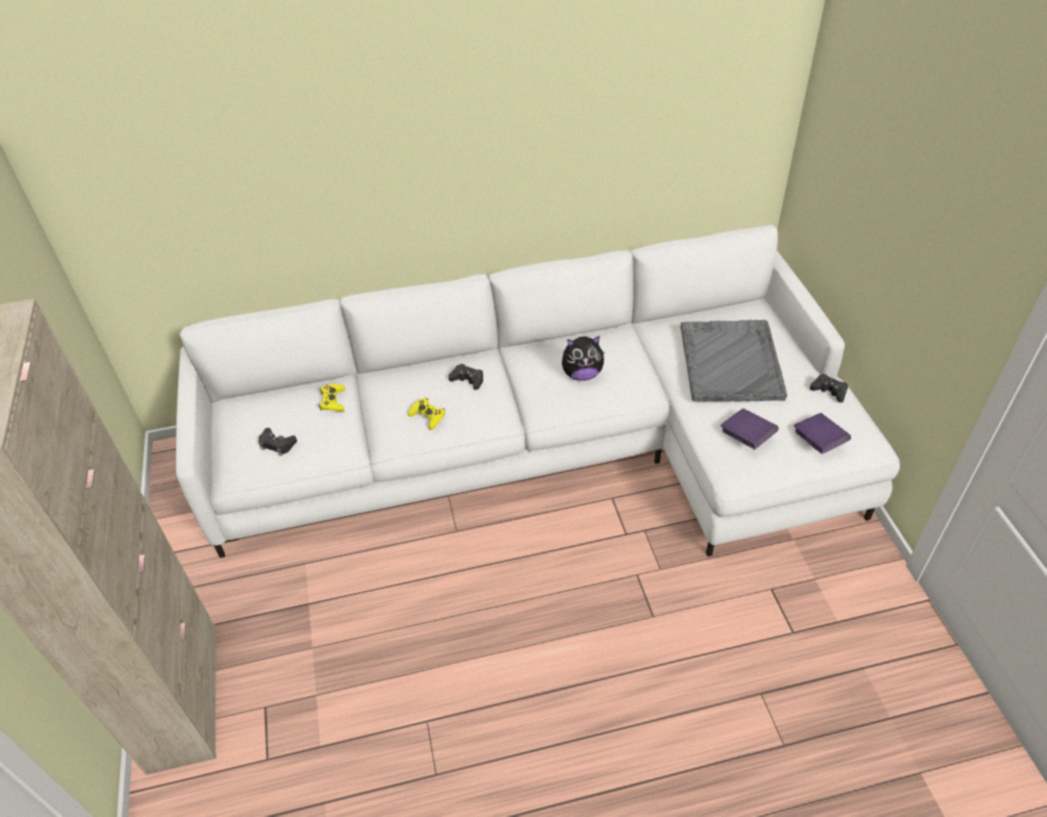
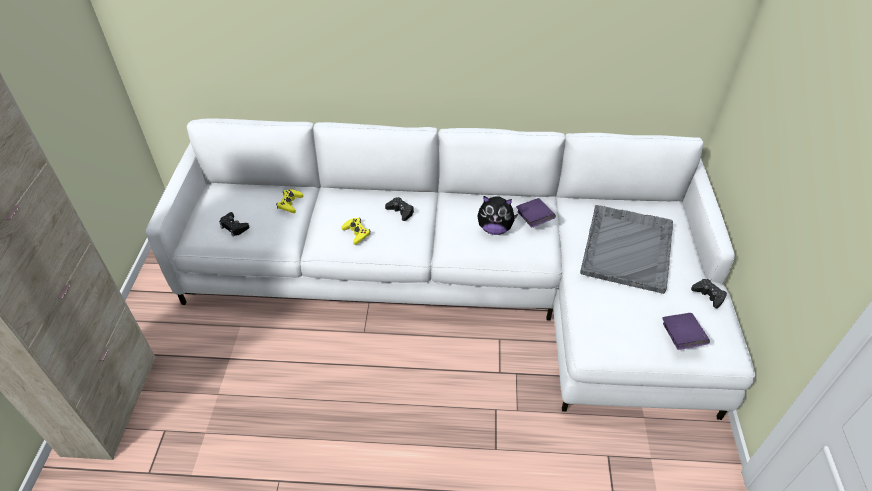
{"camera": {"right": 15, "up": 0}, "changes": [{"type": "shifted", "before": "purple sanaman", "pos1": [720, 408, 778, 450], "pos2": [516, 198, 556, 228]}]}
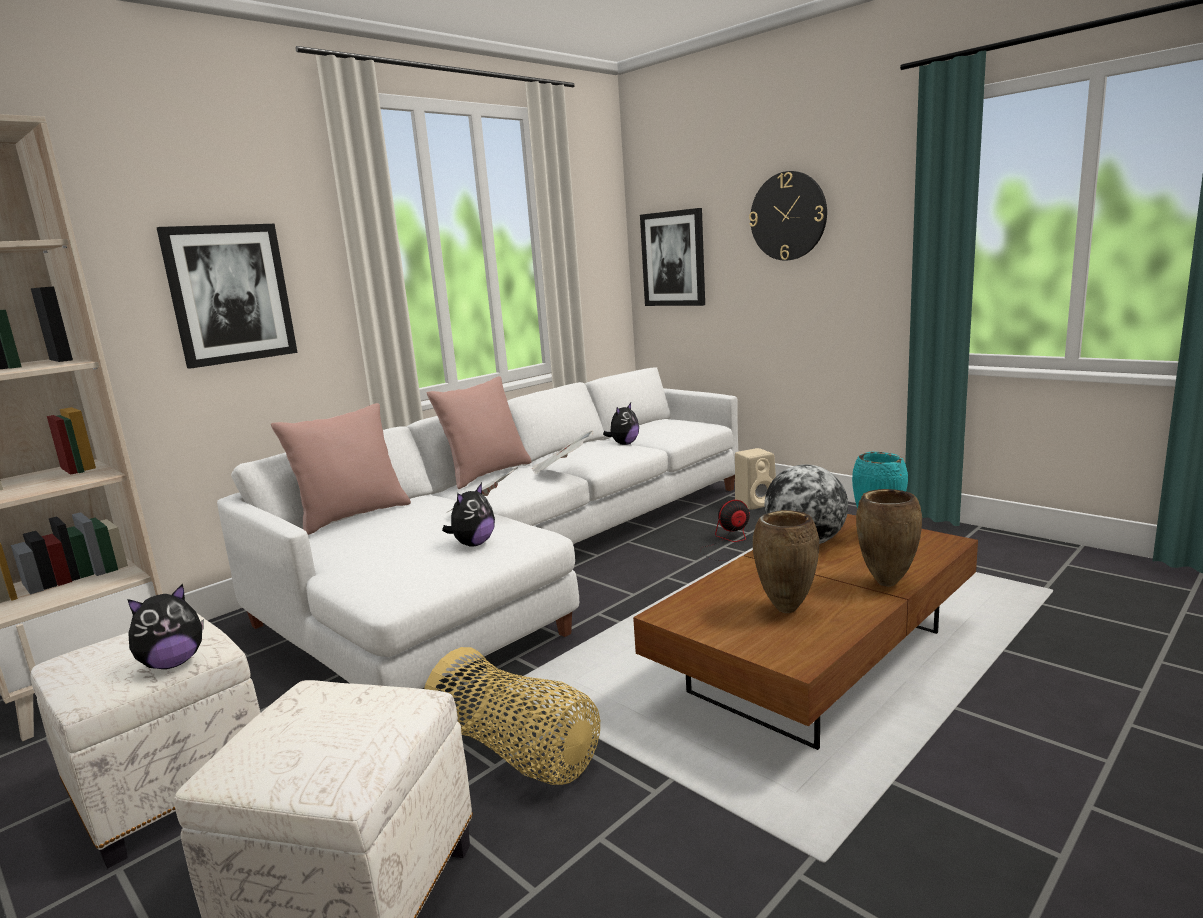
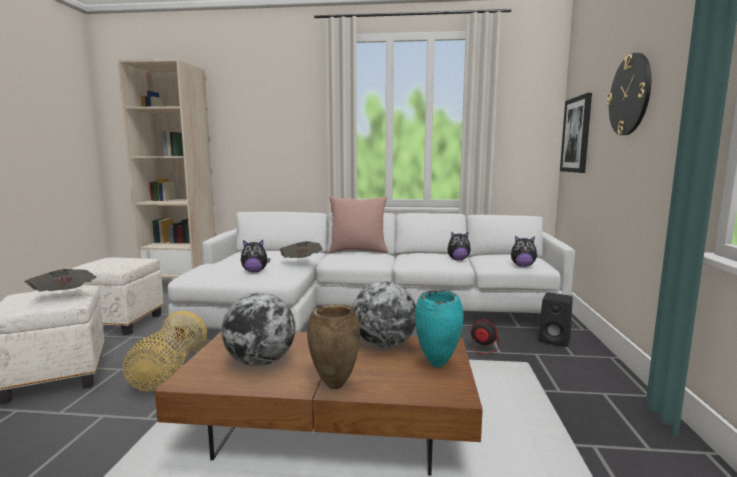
{"camera": {"right": 50, "up": -5}, "changes": [{"type": "gone", "before": "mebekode", "pos1": [157, 224, 298, 369]}, {"type": "gone", "before": "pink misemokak", "pos1": [271, 403, 411, 535]}, {"type": "shifted", "before": "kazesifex", "pos1": [532, 431, 594, 473], "pos2": [24, 269, 96, 292]}, {"type": "repainted", "before": "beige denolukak", "after": "black denolukak", "pos1": [735, 448, 776, 510], "pos2": [538, 293, 573, 347]}, {"type": "swapped", "before": "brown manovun", "after": "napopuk", "pos1": [753, 510, 819, 613], "pos2": [222, 293, 295, 366]}, {"type": "shifted", "before": "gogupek", "pos1": [127, 583, 204, 669], "pos2": [511, 236, 538, 267]}]}
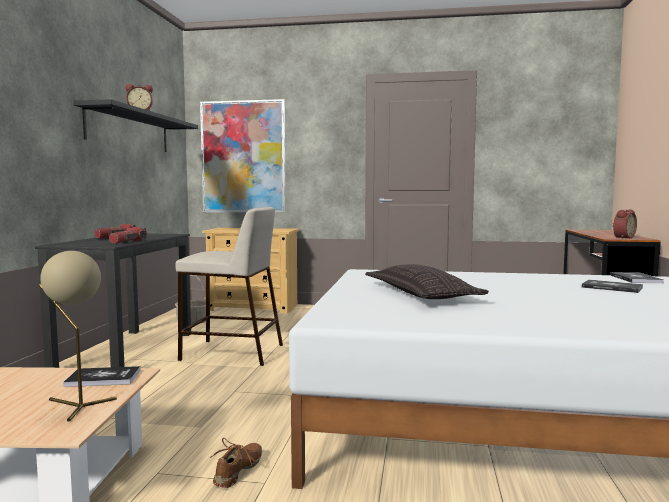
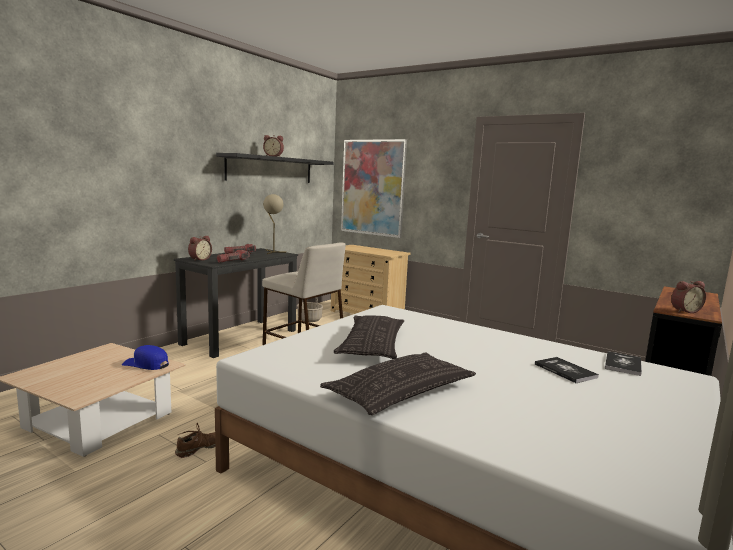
{"camera": {"right": 25, "up": 5}, "changes": [{"type": "shifted", "before": "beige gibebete", "pos1": [39, 251, 117, 422], "pos2": [263, 194, 286, 254]}, {"type": "swapped", "before": "sanaman", "after": "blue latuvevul", "pos1": [63, 366, 140, 387], "pos2": [122, 345, 169, 370]}, {"type": "new", "after": "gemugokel", "pos2": [188, 236, 212, 261]}, {"type": "new", "after": "misemokak", "pos2": [320, 352, 476, 415]}]}
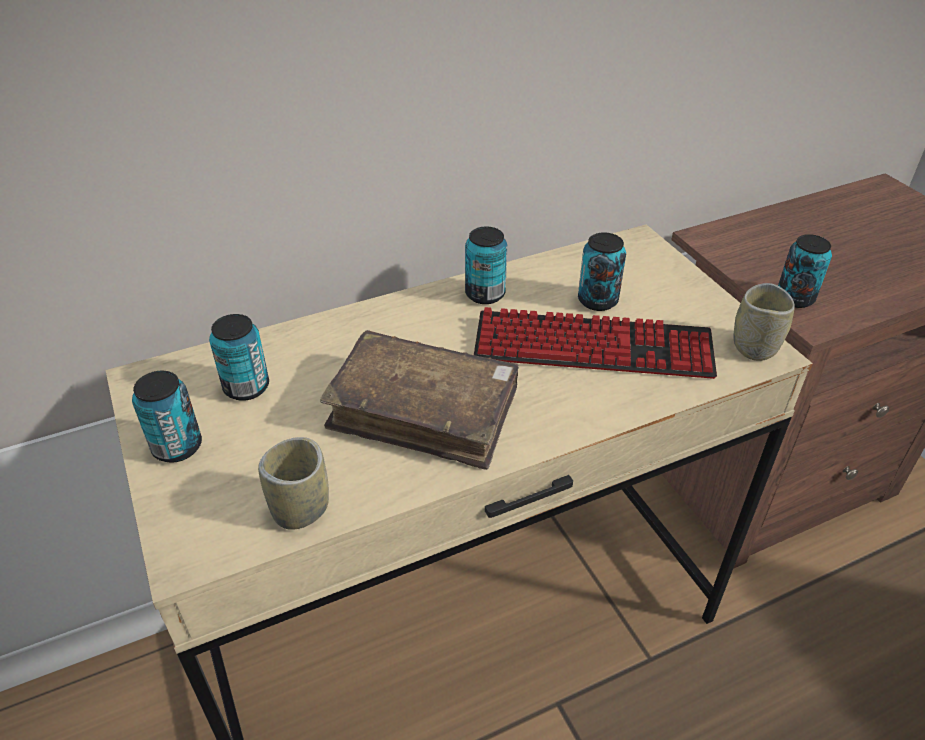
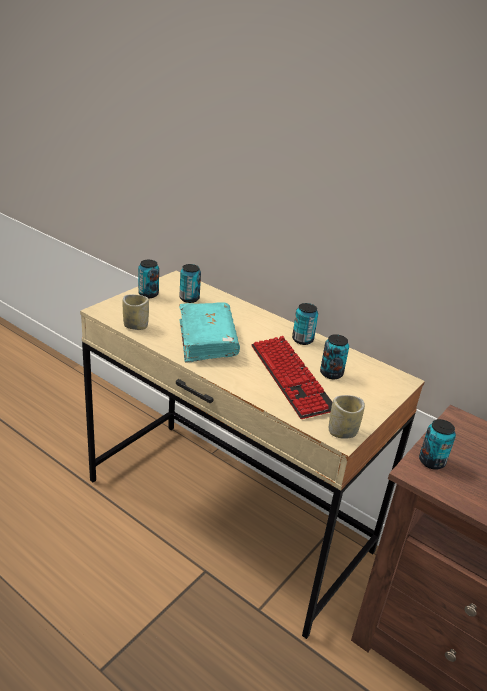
{"camera": {"right": 60, "up": -10}, "changes": [{"type": "repainted", "before": "brown sanaman", "after": "turquoise sanaman", "pos1": [320, 330, 519, 470], "pos2": [179, 302, 240, 363]}]}
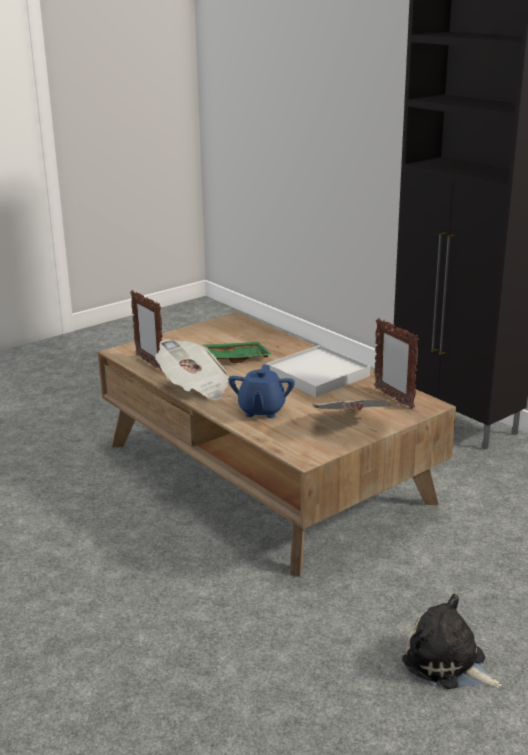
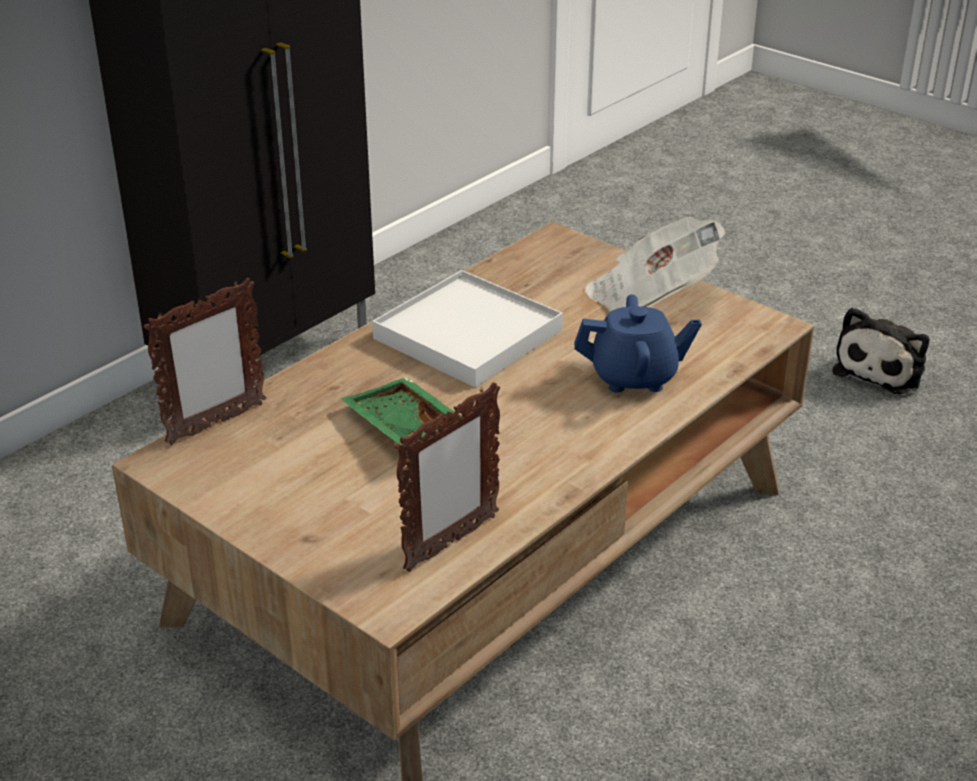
{"camera": {"right": -100, "up": 10}, "changes": [{"type": "shifted", "before": "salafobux", "pos1": [374, 318, 419, 409], "pos2": [144, 278, 266, 445]}, {"type": "gone", "before": "kazesifex", "pos1": [155, 339, 229, 400]}]}
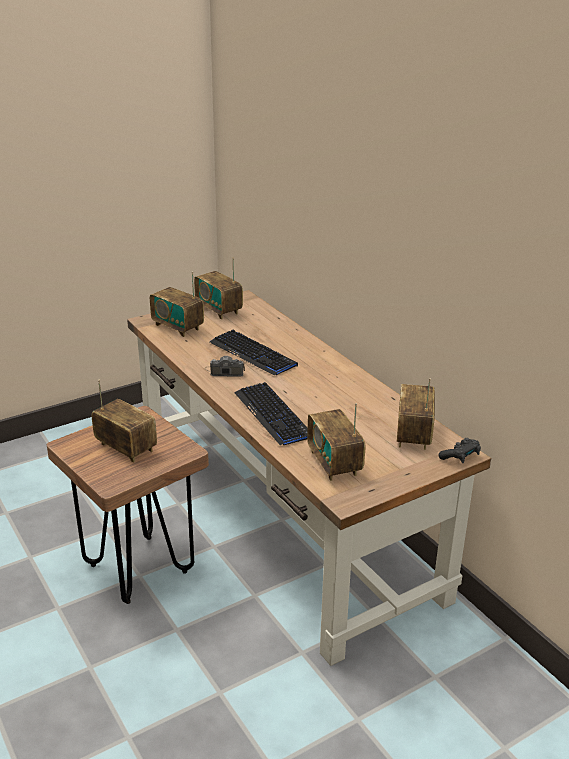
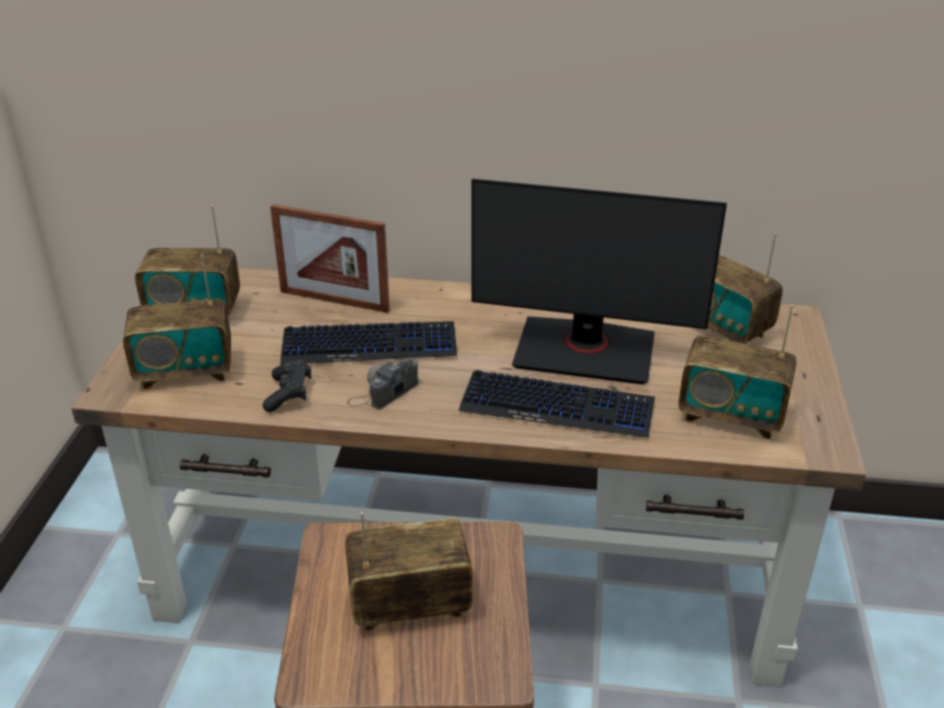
{"camera": {"right": -50, "up": 5}, "changes": [{"type": "shifted", "before": "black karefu", "pos1": [439, 438, 481, 463], "pos2": [263, 360, 312, 412]}, {"type": "new", "after": "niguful", "pos2": [471, 179, 727, 384]}, {"type": "new", "after": "salafobux", "pos2": [270, 204, 390, 313]}]}
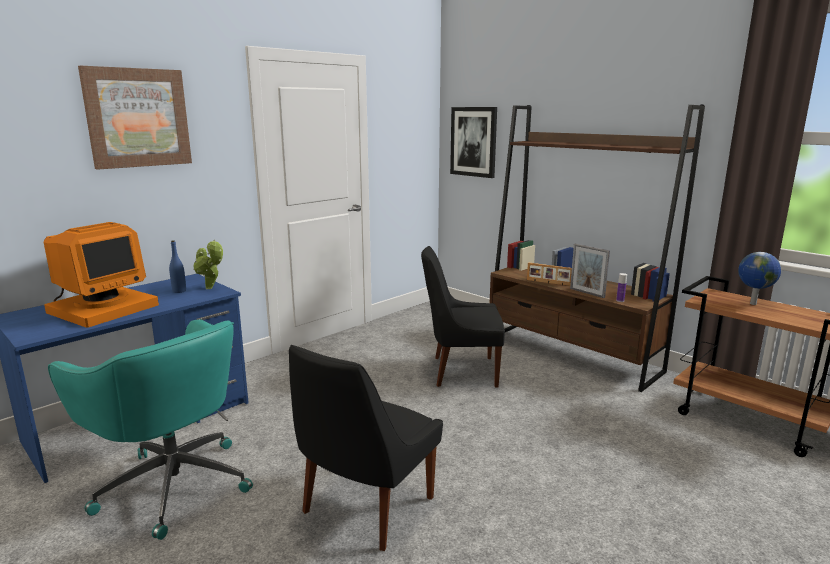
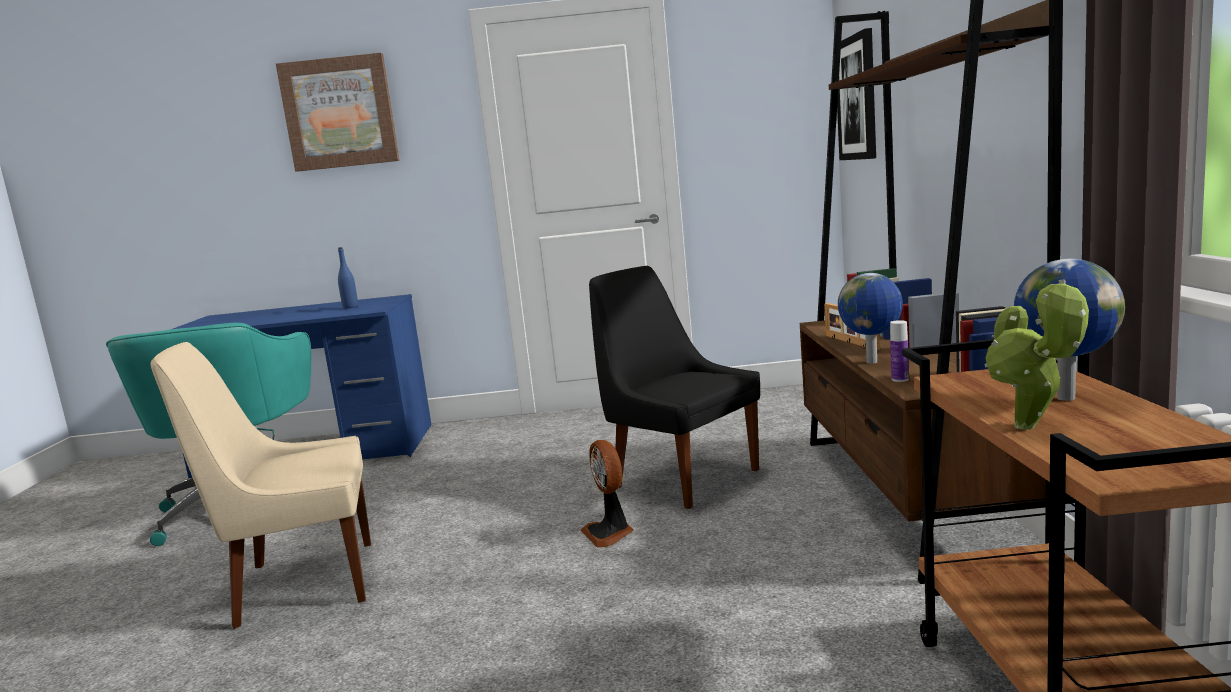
{"camera": {"right": 45, "up": -5}, "changes": [{"type": "gone", "before": "niguful", "pos1": [44, 222, 159, 328]}, {"type": "shifted", "before": "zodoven", "pos1": [194, 240, 223, 289], "pos2": [984, 279, 1089, 429]}, {"type": "swapped", "before": "salafobux", "after": "napopuk", "pos1": [570, 243, 610, 298], "pos2": [838, 273, 903, 364]}, {"type": "repainted", "before": "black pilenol", "after": "beige pilenol", "pos1": [289, 345, 443, 551], "pos2": [151, 342, 371, 629]}, {"type": "new", "after": "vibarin", "pos2": [580, 440, 634, 547]}]}
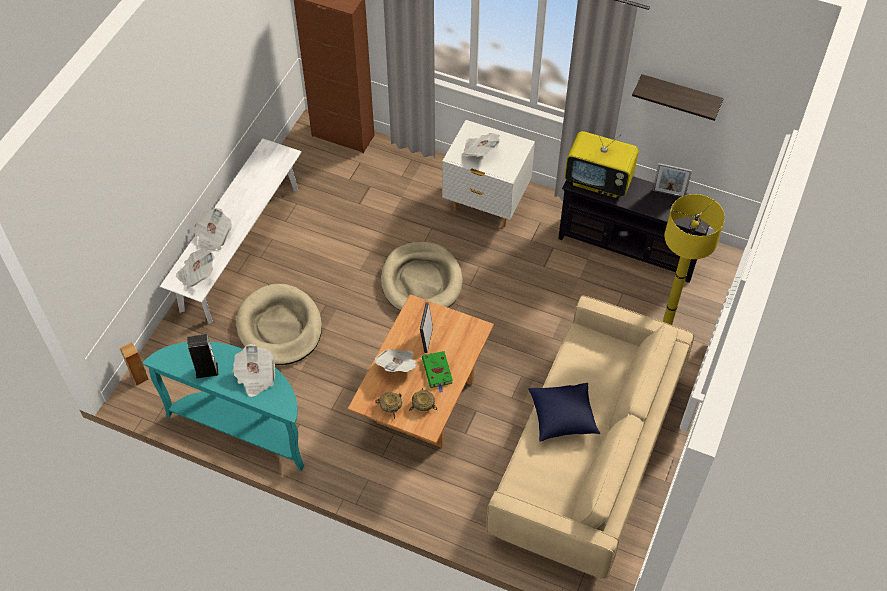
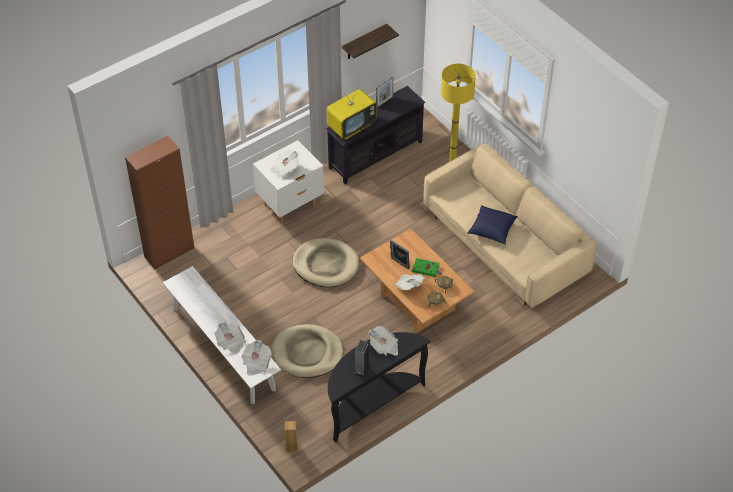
{"camera": {"right": -60, "up": -5}, "changes": [{"type": "repainted", "before": "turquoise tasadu", "after": "black tasadu", "pos1": [142, 341, 304, 471], "pos2": [328, 332, 431, 442]}]}
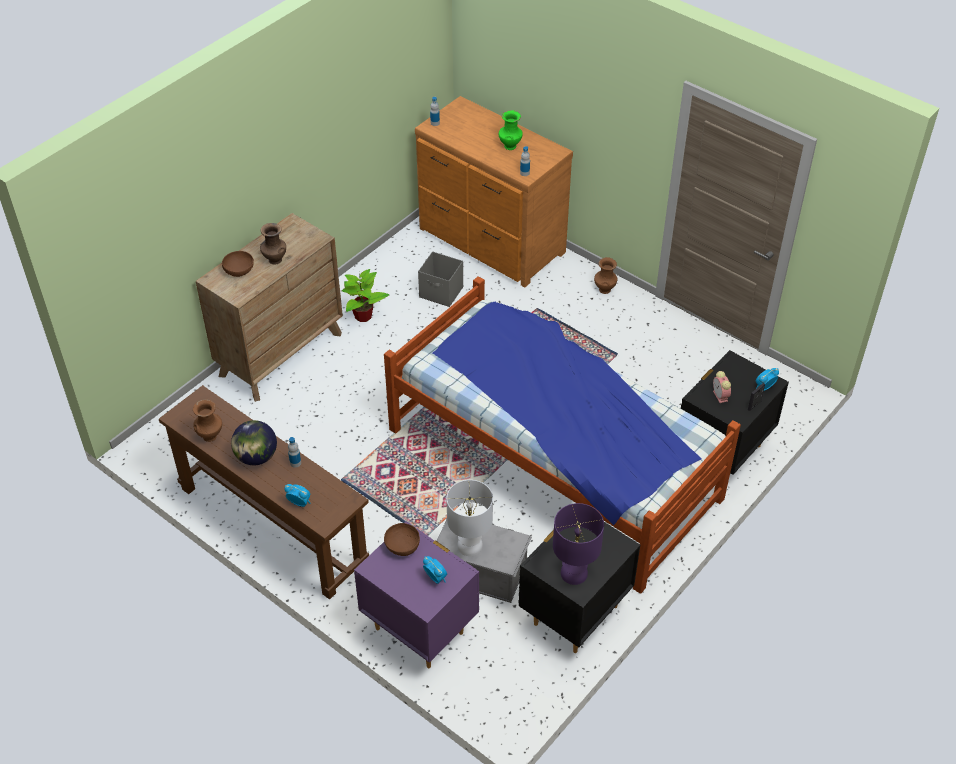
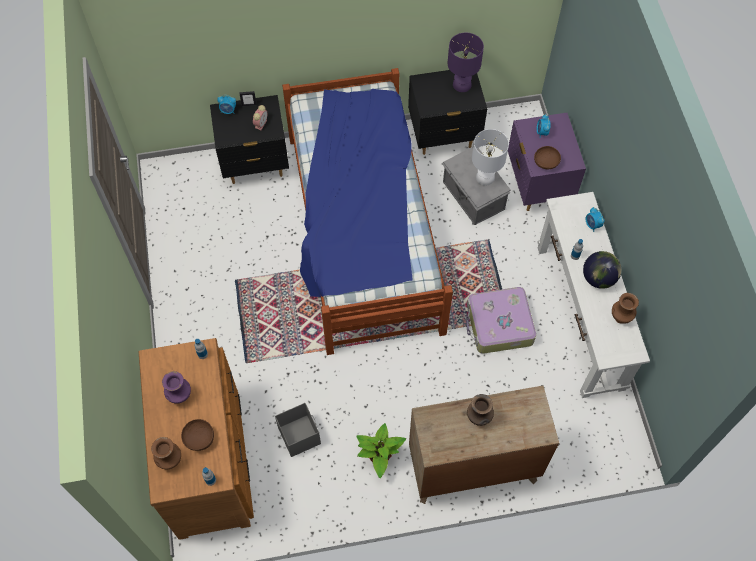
{"camera": {"right": -140, "up": 15}, "changes": [{"type": "repainted", "before": "green manovun", "after": "purple manovun", "pos1": [499, 110, 523, 150], "pos2": [162, 371, 191, 404]}, {"type": "shifted", "before": "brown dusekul", "pos1": [222, 251, 254, 277], "pos2": [181, 419, 214, 451]}, {"type": "shifted", "before": "brown manovun", "pos1": [594, 257, 617, 294], "pos2": [151, 437, 181, 469]}, {"type": "repainted", "before": "brown tasadu", "after": "white tasadu", "pos1": [159, 385, 369, 599], "pos2": [538, 192, 650, 398]}, {"type": "new", "after": "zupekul", "pos2": [466, 287, 536, 354]}]}
